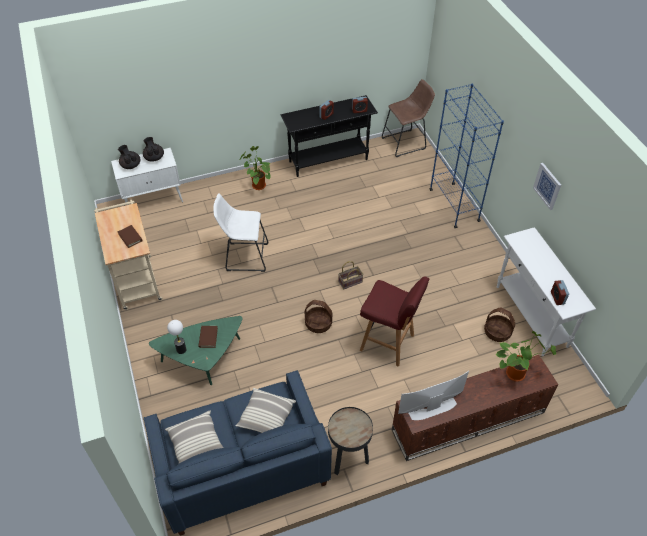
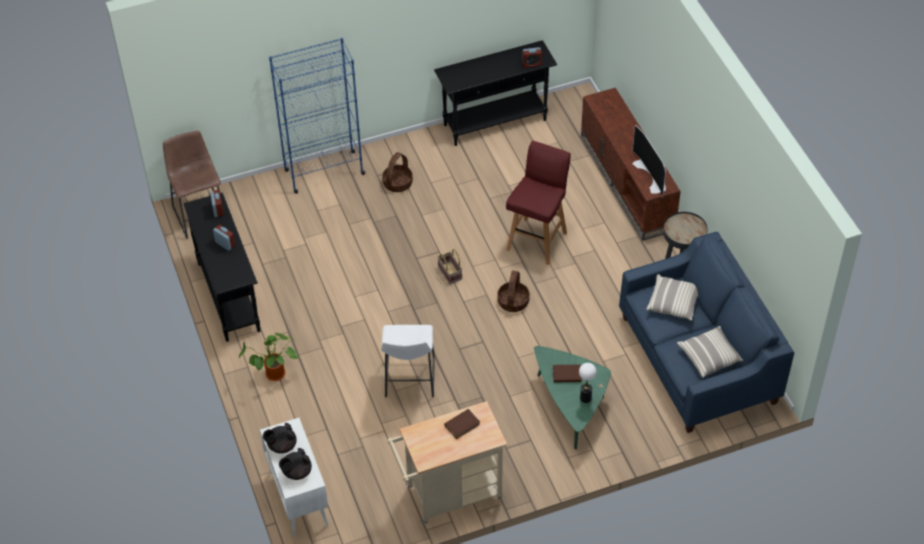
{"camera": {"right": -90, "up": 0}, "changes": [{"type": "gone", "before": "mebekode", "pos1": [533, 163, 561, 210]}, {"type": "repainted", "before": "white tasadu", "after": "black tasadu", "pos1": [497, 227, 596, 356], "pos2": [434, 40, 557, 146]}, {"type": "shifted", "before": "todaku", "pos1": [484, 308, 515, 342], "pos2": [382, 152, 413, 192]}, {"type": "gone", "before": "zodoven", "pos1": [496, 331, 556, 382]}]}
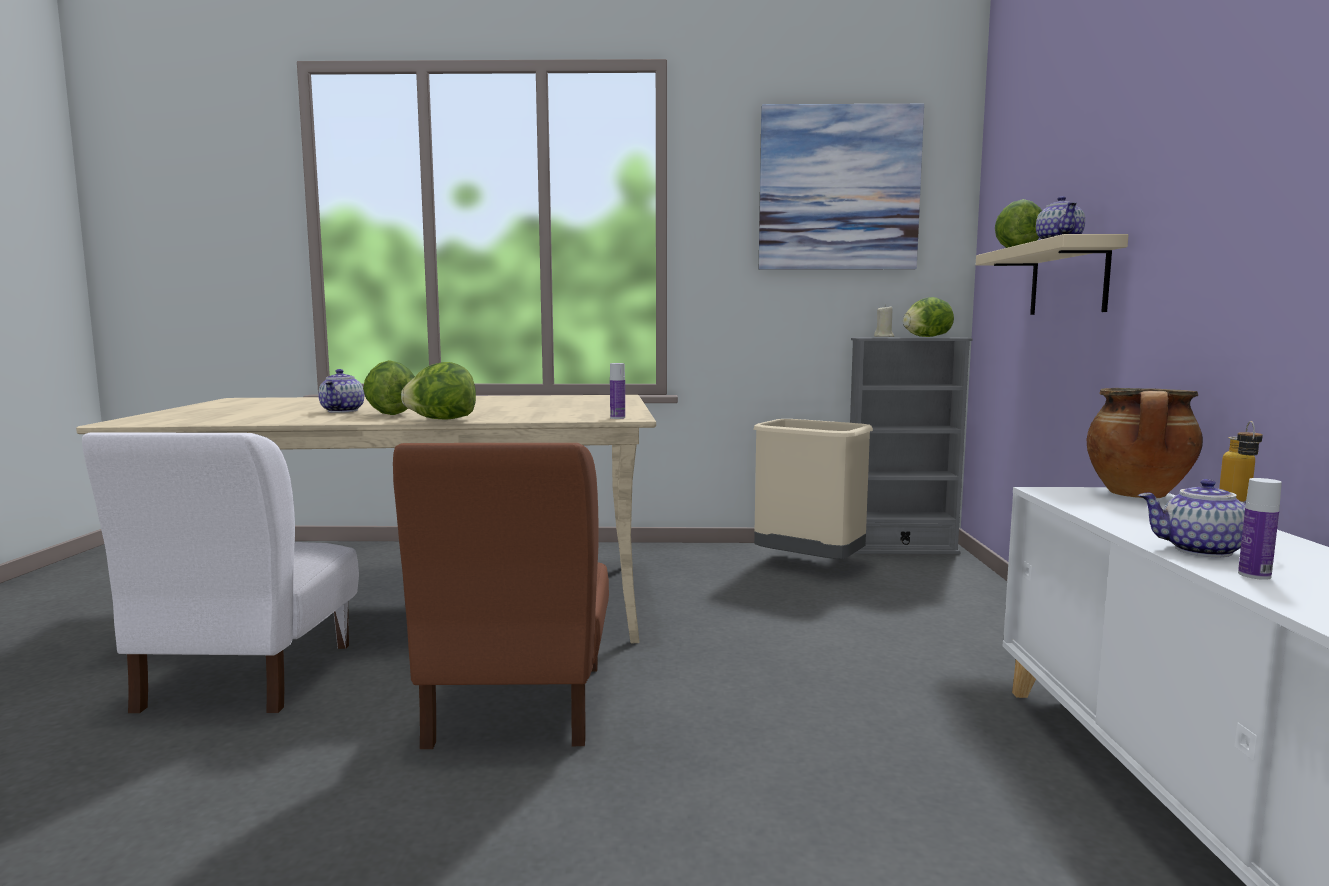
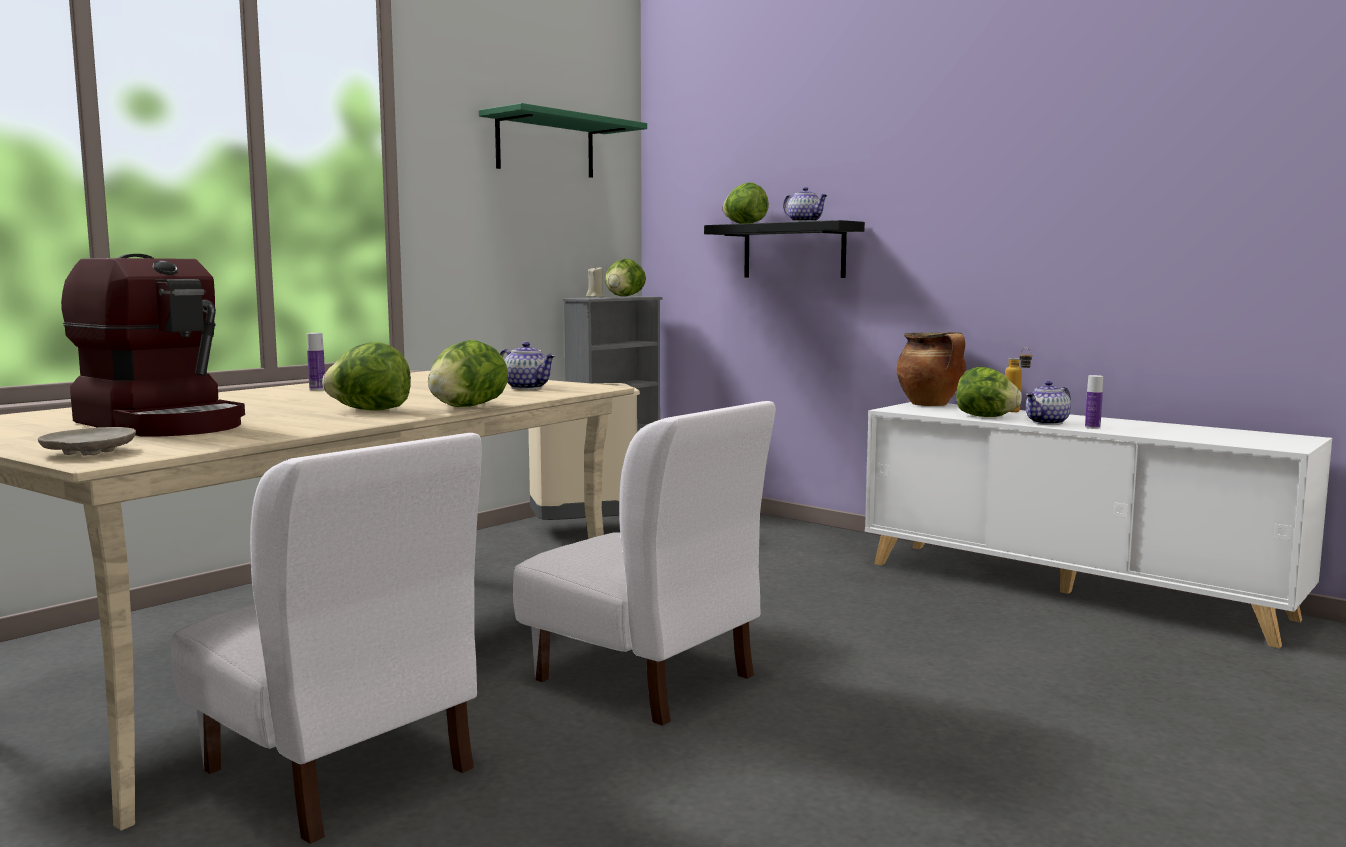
{"camera": {"right": -50, "up": 0}, "changes": [{"type": "swapped", "before": "mebekode", "after": "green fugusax", "pos1": [759, 104, 924, 270], "pos2": [479, 103, 647, 178]}, {"type": "repainted", "before": "beige fugusax", "after": "black fugusax", "pos1": [976, 234, 1129, 315], "pos2": [704, 220, 865, 278]}, {"type": "shifted", "before": "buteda", "pos1": [610, 363, 625, 419], "pos2": [307, 333, 325, 390]}, {"type": "shifted", "before": "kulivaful", "pos1": [318, 369, 364, 413], "pos2": [500, 342, 555, 390]}, {"type": "repainted", "before": "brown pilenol", "after": "white pilenol", "pos1": [393, 443, 609, 749], "pos2": [513, 401, 776, 726]}, {"type": "new", "after": "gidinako", "pos2": [61, 254, 245, 436]}, {"type": "new", "after": "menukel", "pos2": [956, 367, 1022, 417]}, {"type": "new", "after": "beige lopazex", "pos2": [38, 427, 136, 455]}]}
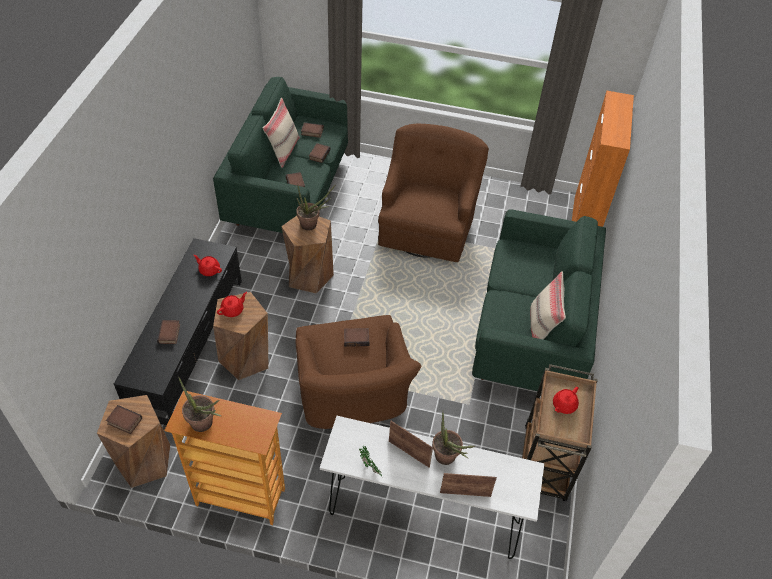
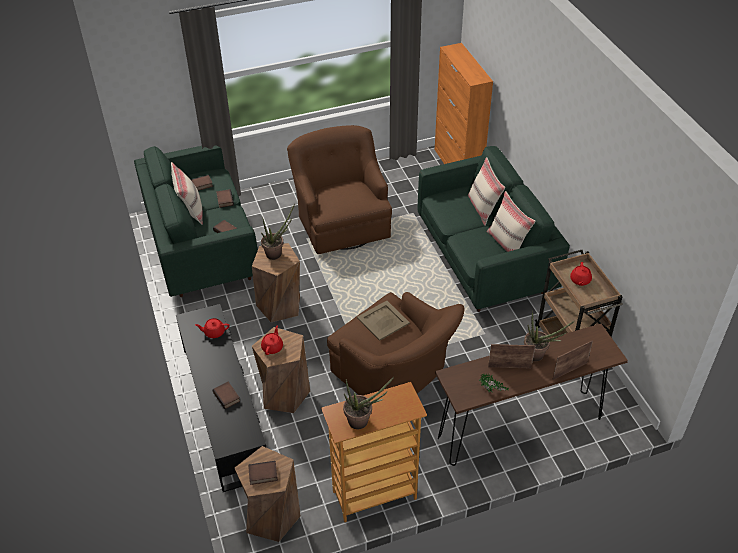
{"camera": {"right": -30, "up": -5}, "changes": [{"type": "swapped", "before": "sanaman", "after": "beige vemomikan", "pos1": [344, 328, 370, 347], "pos2": [357, 301, 410, 341]}, {"type": "repainted", "before": "white tasadu", "after": "brown tasadu", "pos1": [320, 416, 544, 559], "pos2": [435, 324, 628, 466]}, {"type": "new", "after": "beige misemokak", "pos2": [468, 157, 505, 226]}]}
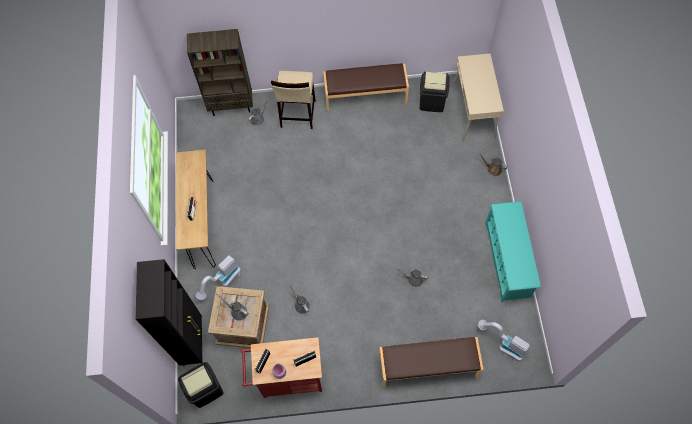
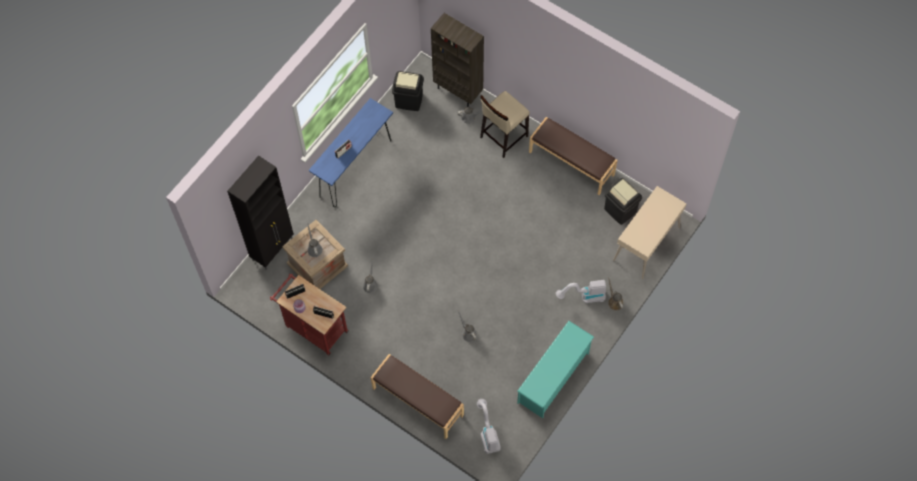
{"camera": {"right": 40, "up": 0}, "changes": [{"type": "repainted", "before": "brown tasadu", "after": "blue tasadu", "pos1": [176, 150, 216, 269], "pos2": [309, 98, 393, 207]}, {"type": "shifted", "before": "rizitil", "pos1": [196, 255, 241, 300], "pos2": [556, 280, 606, 303]}, {"type": "shifted", "before": "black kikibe", "pos1": [178, 362, 223, 408], "pos2": [392, 71, 424, 111]}]}
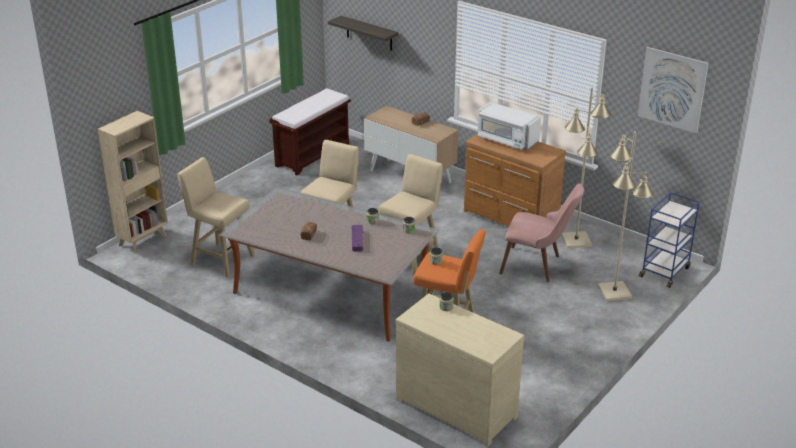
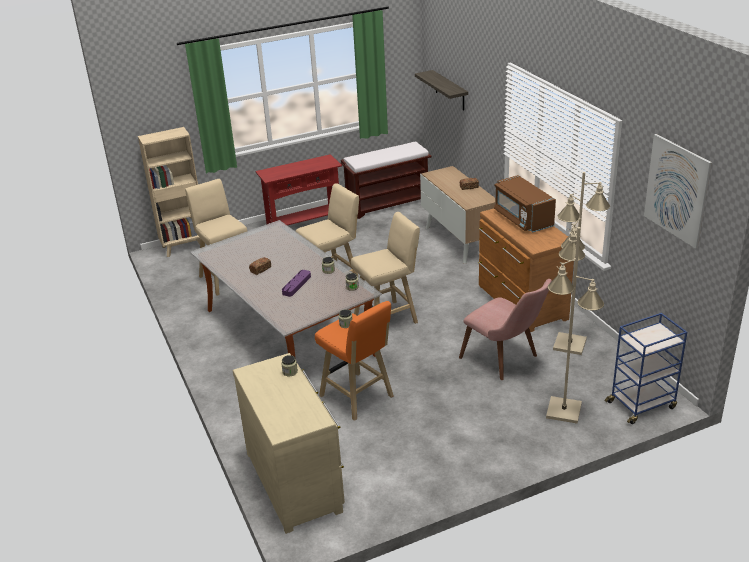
{"camera": {"right": 30, "up": 0}, "changes": [{"type": "repainted", "before": "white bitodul", "after": "brown bitodul", "pos1": [477, 102, 541, 150], "pos2": [494, 175, 556, 232]}, {"type": "new", "after": "red tasadu", "pos2": [255, 154, 342, 225]}]}
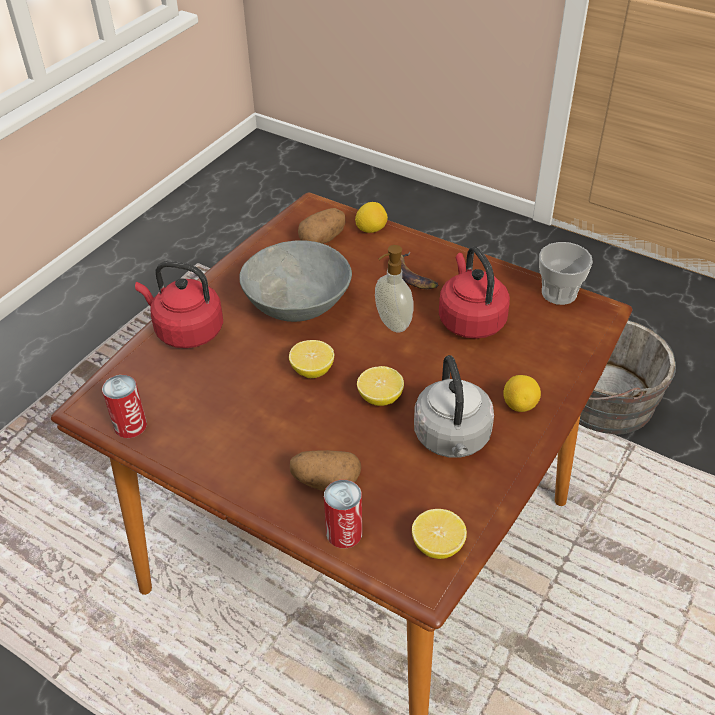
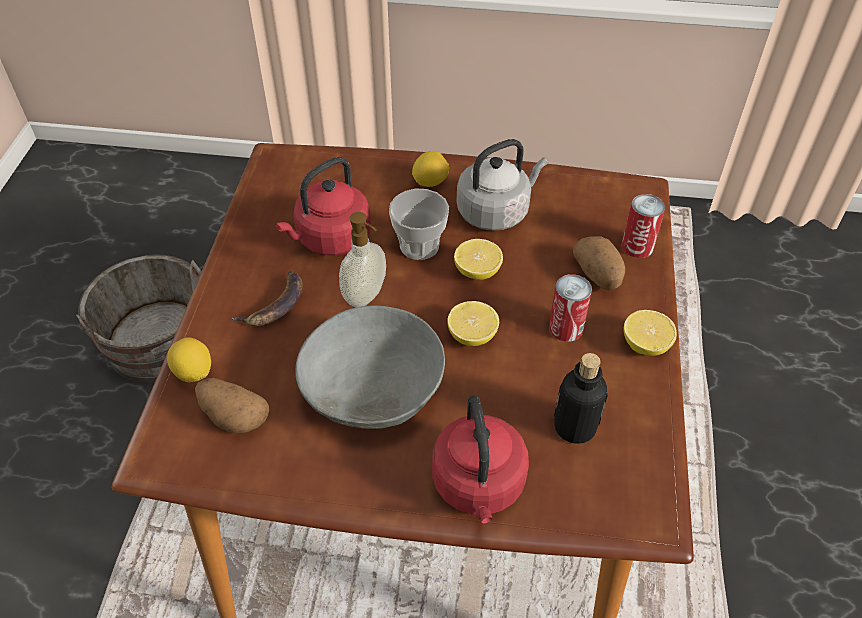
{"camera": {"right": -115, "up": 5}, "changes": [{"type": "shifted", "before": "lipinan", "pos1": [539, 242, 593, 305], "pos2": [389, 188, 449, 260]}, {"type": "shifted", "before": "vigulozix", "pos1": [102, 375, 147, 438], "pos2": [549, 274, 592, 342]}, {"type": "shifted", "before": "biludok", "pos1": [412, 509, 467, 559], "pos2": [623, 310, 677, 356]}, {"type": "new", "after": "buteda", "pos2": [554, 353, 608, 444]}]}
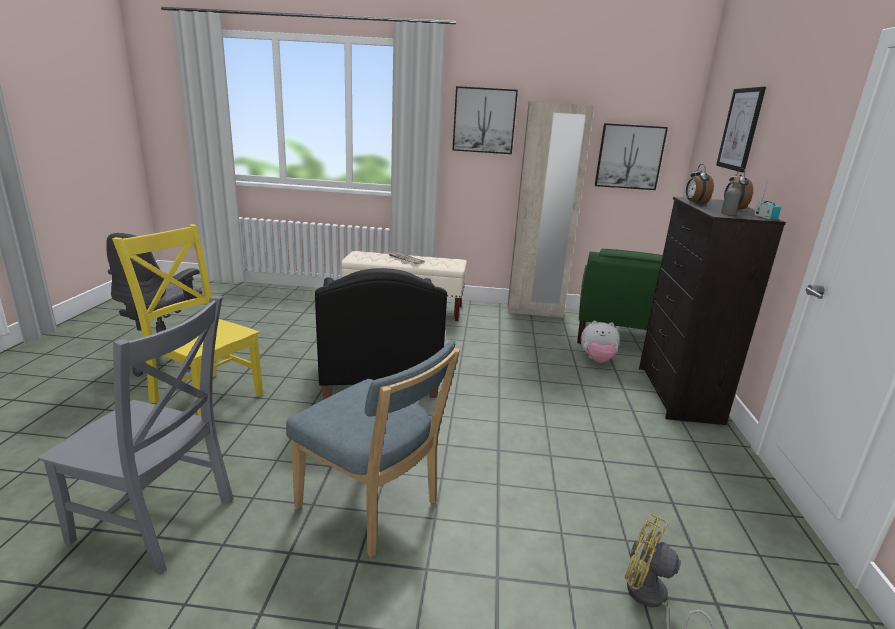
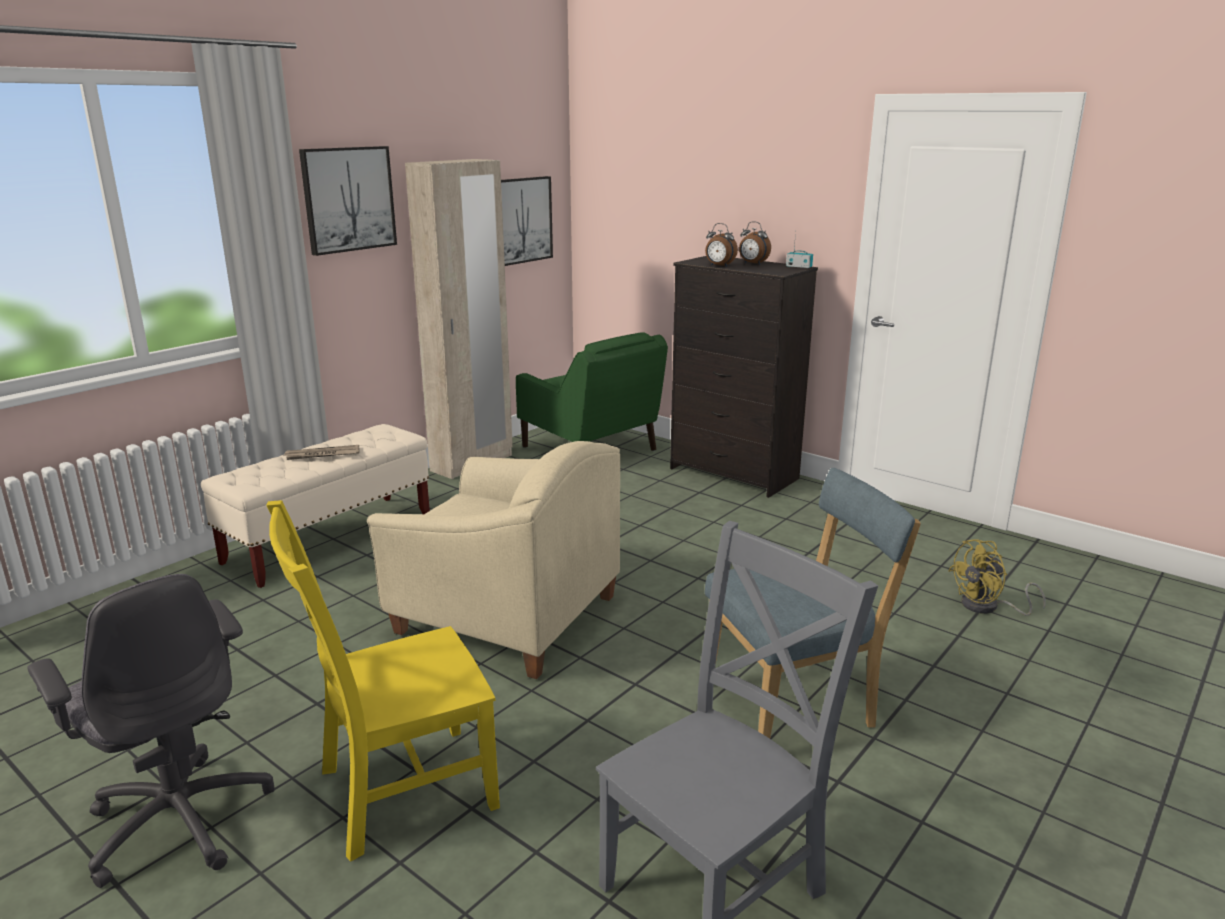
{"camera": {"right": -55, "up": 0}, "changes": [{"type": "gone", "before": "mebekode", "pos1": [716, 87, 766, 172]}, {"type": "gone", "before": "grey buteda", "pos1": [721, 176, 741, 215]}, {"type": "repainted", "before": "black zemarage", "after": "beige zemarage", "pos1": [315, 268, 447, 399], "pos2": [367, 441, 620, 679]}, {"type": "gone", "before": "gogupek", "pos1": [581, 321, 620, 363]}]}
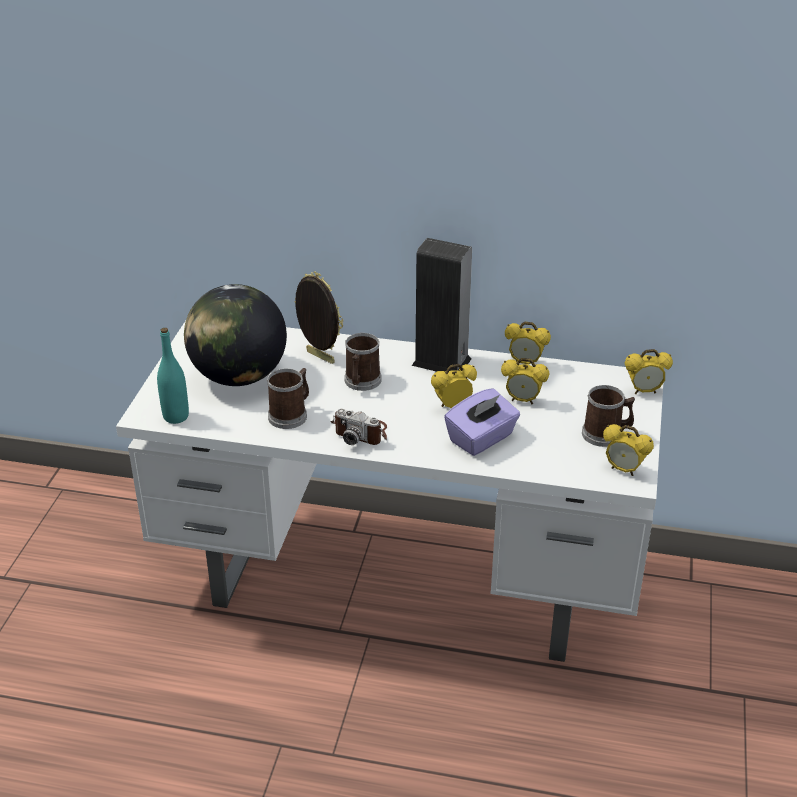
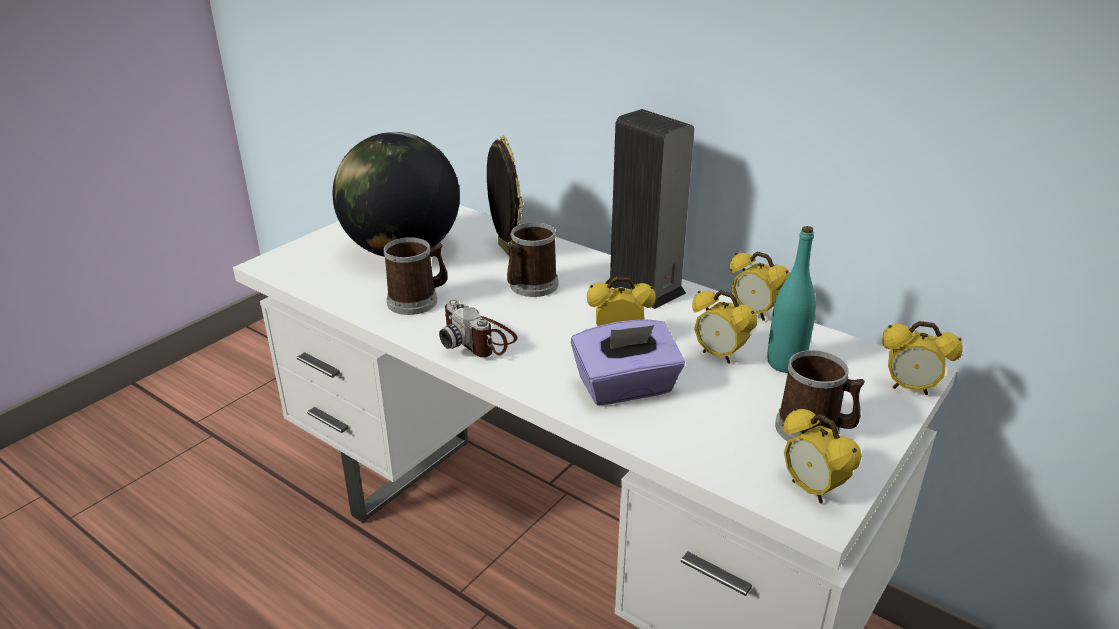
{"camera": {"right": 25, "up": -5}, "changes": [{"type": "shifted", "before": "turquoise buteda", "pos1": [157, 328, 189, 424], "pos2": [767, 226, 816, 373]}]}
